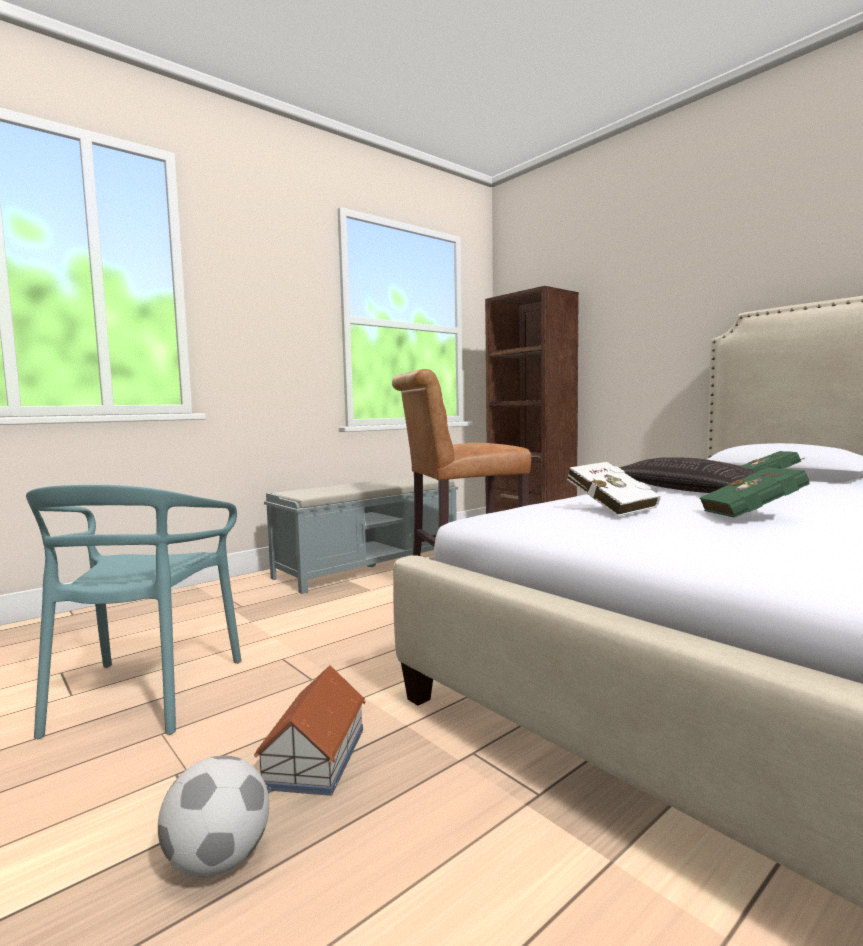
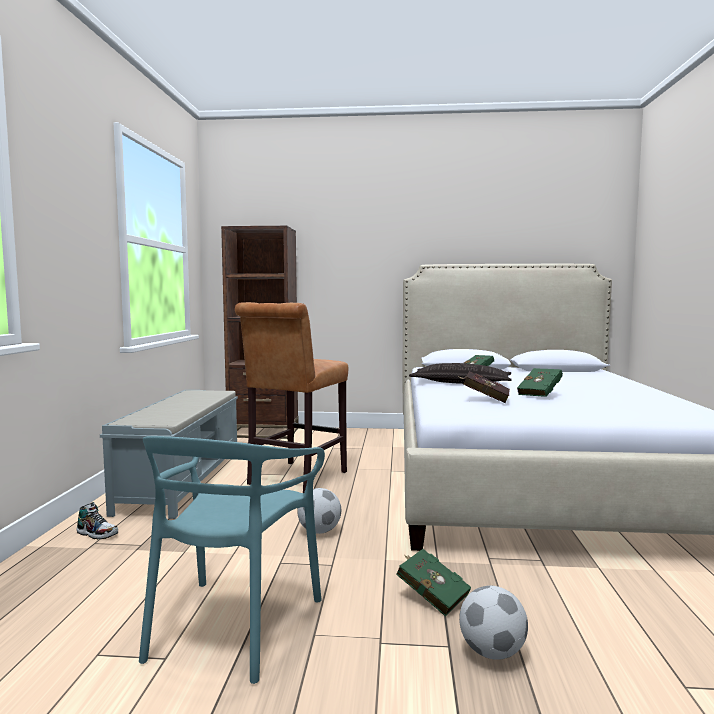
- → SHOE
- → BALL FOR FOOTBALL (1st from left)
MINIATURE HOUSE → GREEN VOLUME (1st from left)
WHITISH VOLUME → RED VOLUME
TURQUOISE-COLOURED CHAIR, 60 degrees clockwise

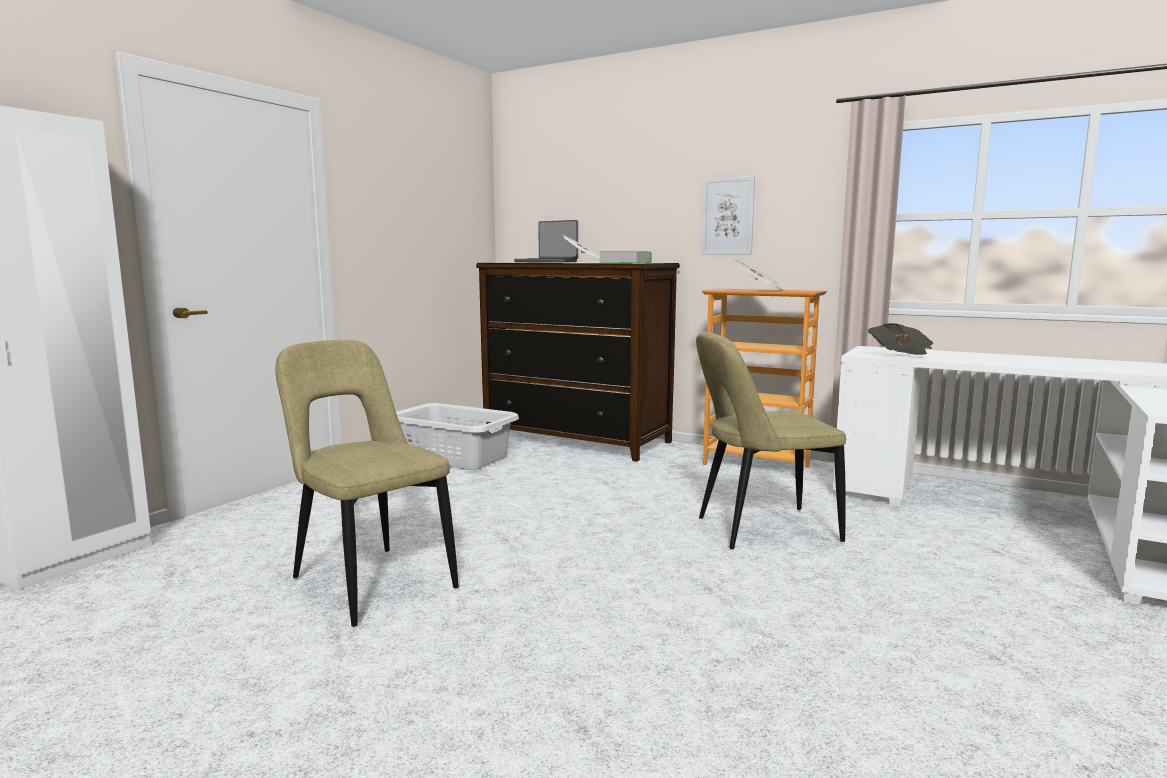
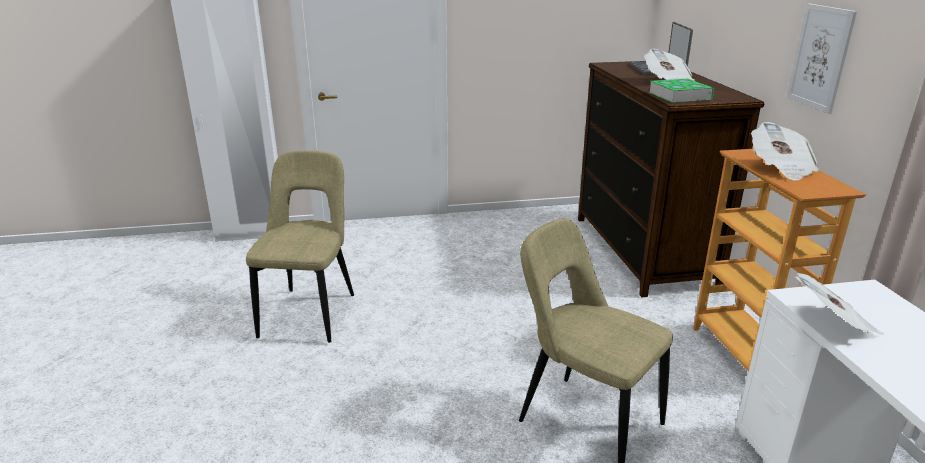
GRAY WASHING BASKET → -

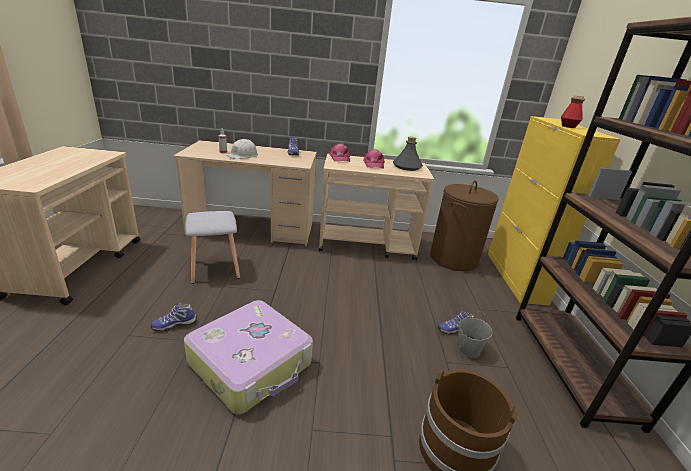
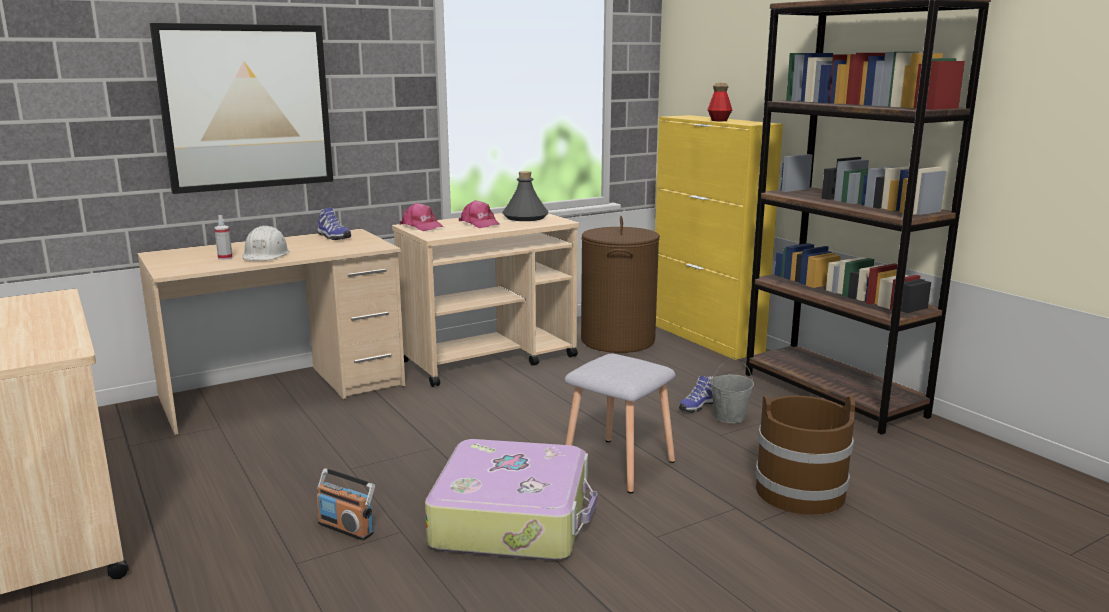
- → PICTURE
GRAY STOOL, moved
SHOE (1st from left) → RADIO

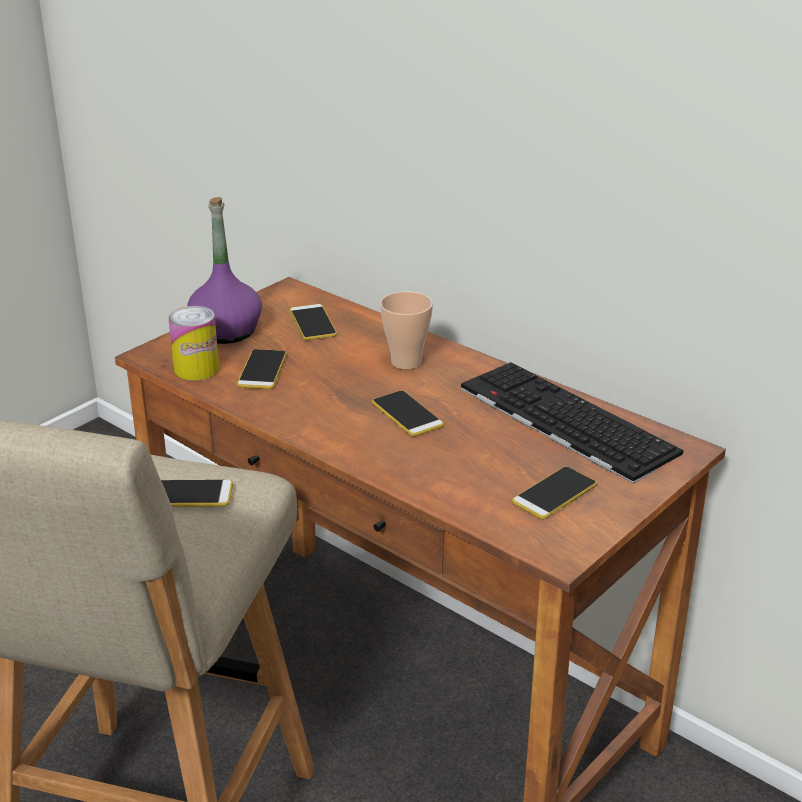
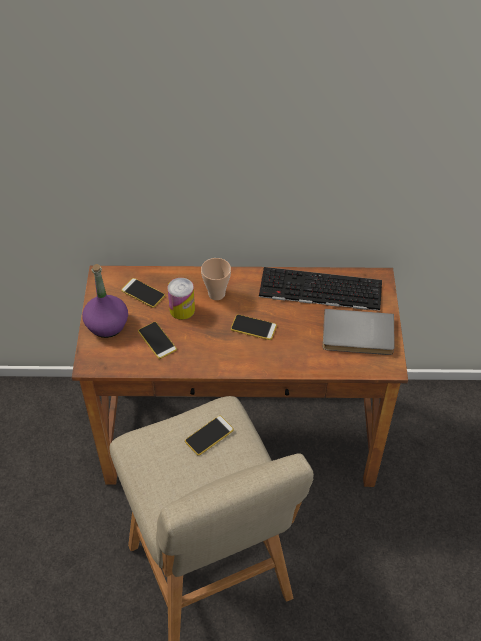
CAN, moved
PHONE (5th from left) → GRAY VOLUME

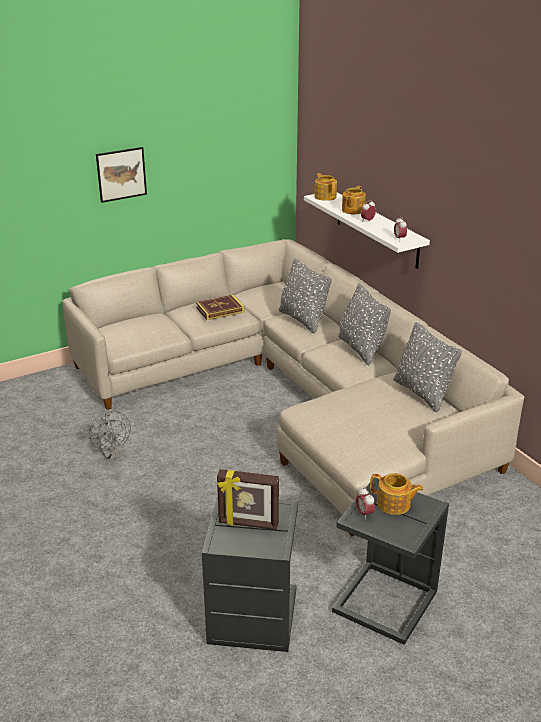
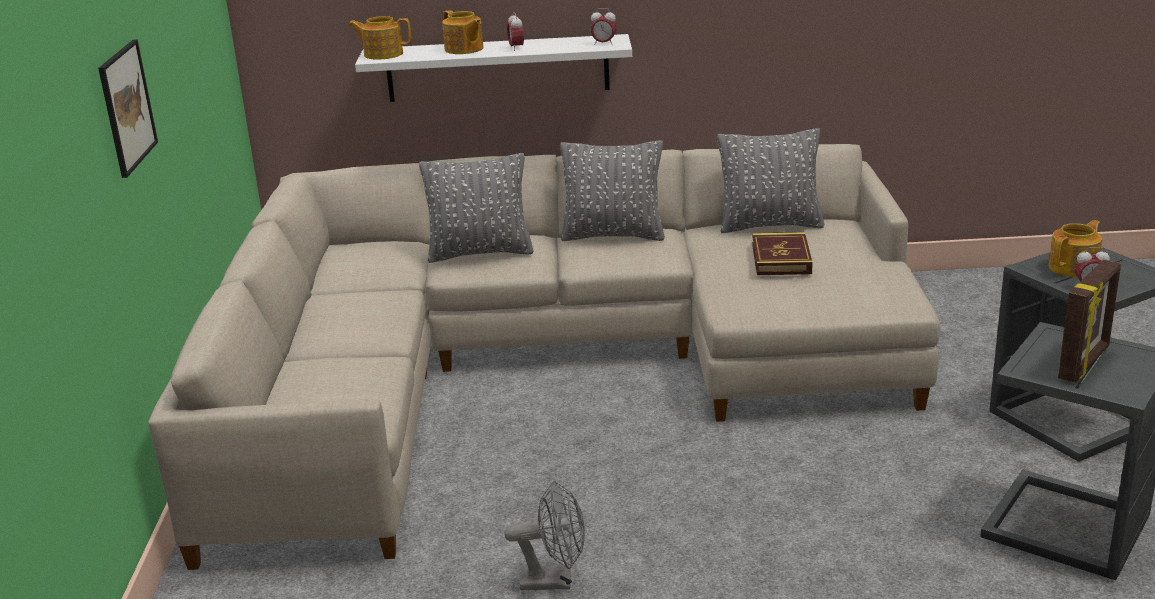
VOLUME, moved

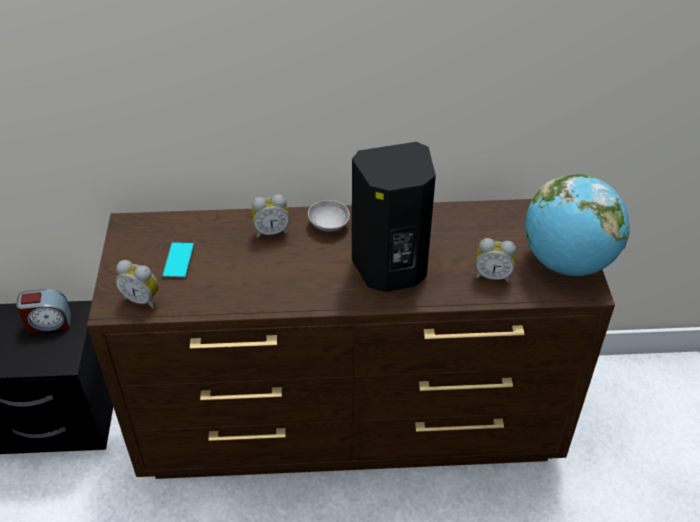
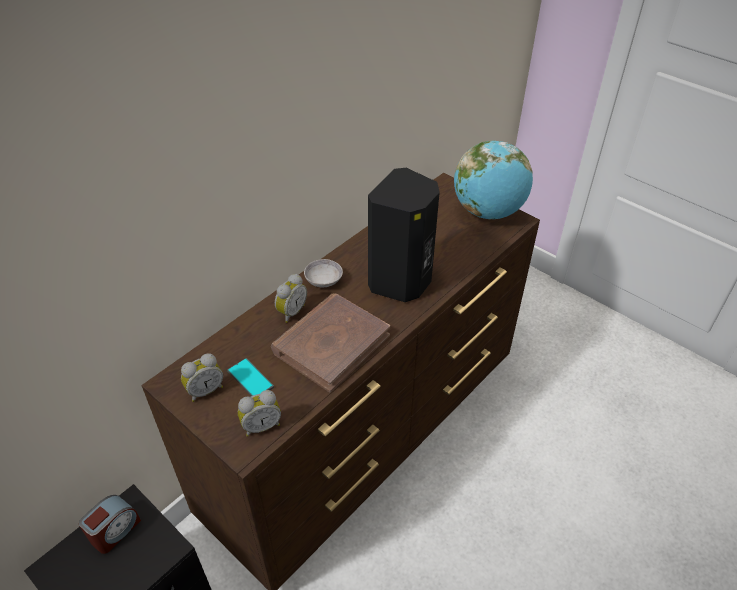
- → BROWNISH VOLUME
ALARM CLOCK (4th from left in the first image) → ALARM CLOCK (2nd from left), moved

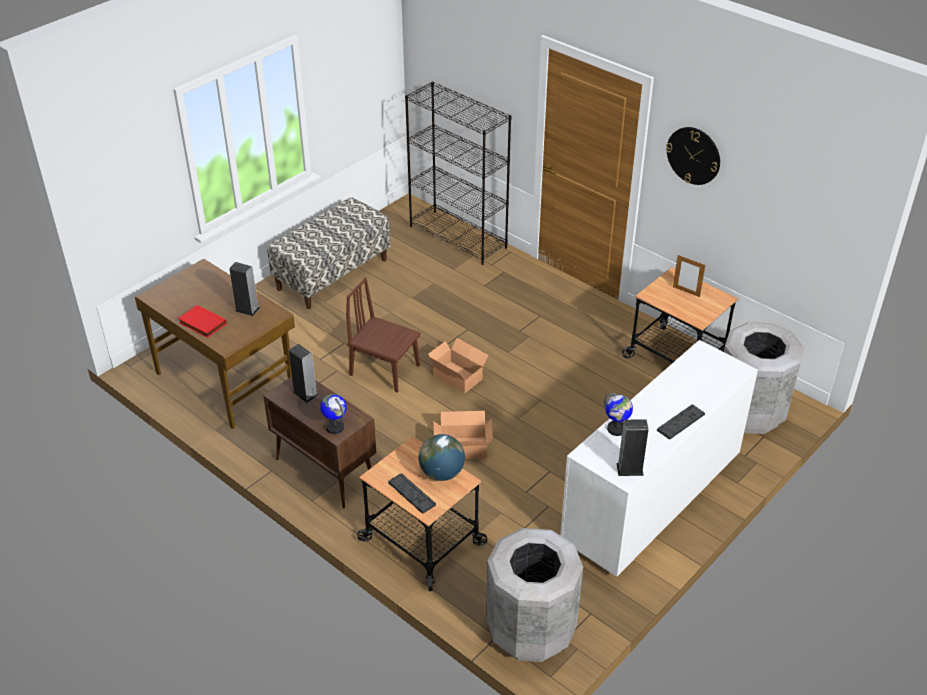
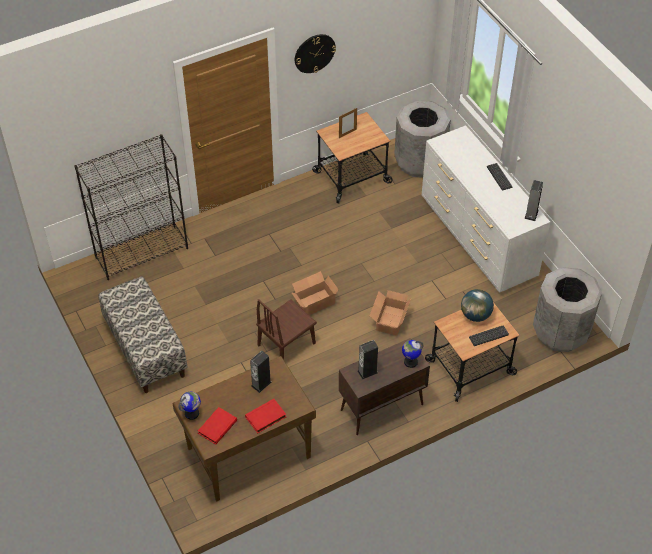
- → RED VOLUME (1st from left)
DESK GLOBE (3rd from left in the first image) → DESK GLOBE (1st from left), moved

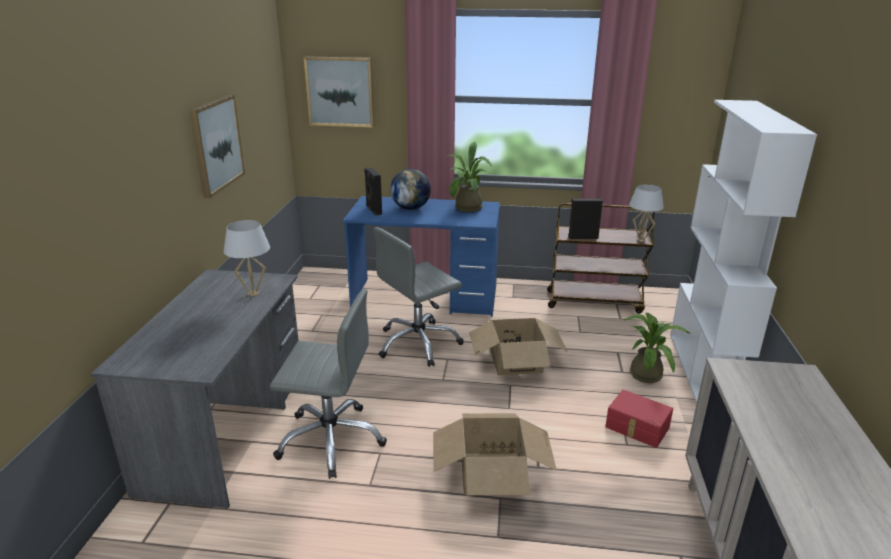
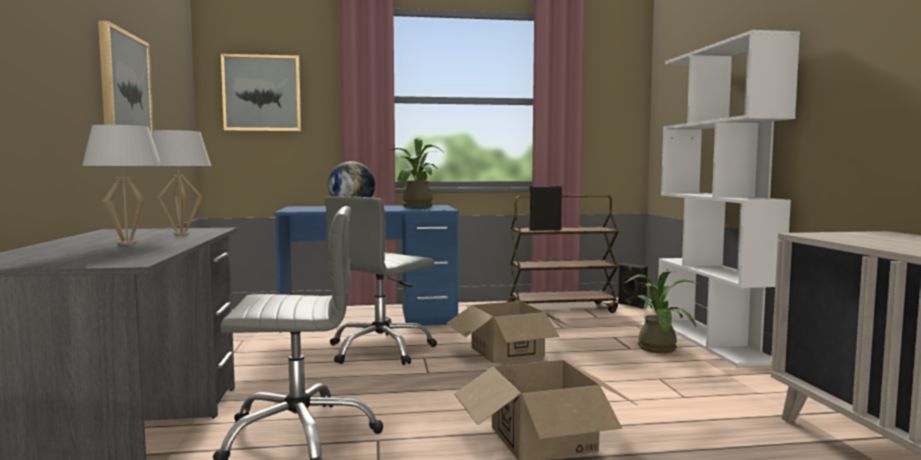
RED STORAGE BIN → -
BLACK LOUDSPEAKER (1st from left in the first image) → BLACK LOUDSPEAKER (2nd from left), moved
WHITISH TABLETOP LAMP (2nd from left in the first image) → WHITISH TABLETOP LAMP (1st from left), moved

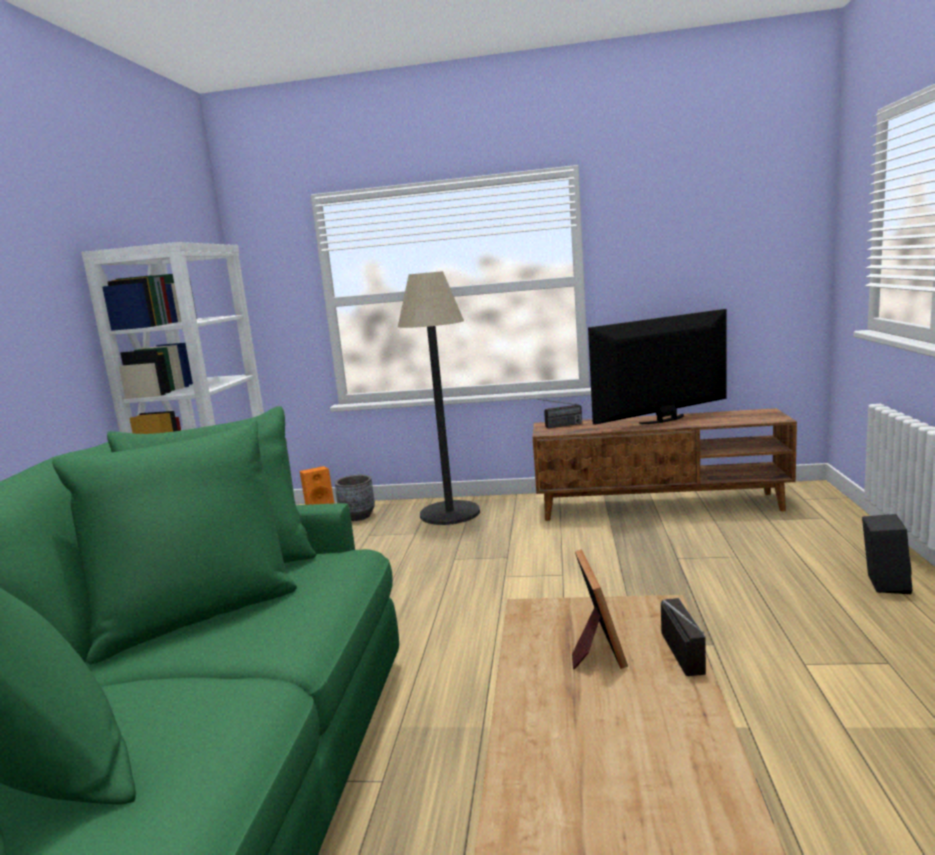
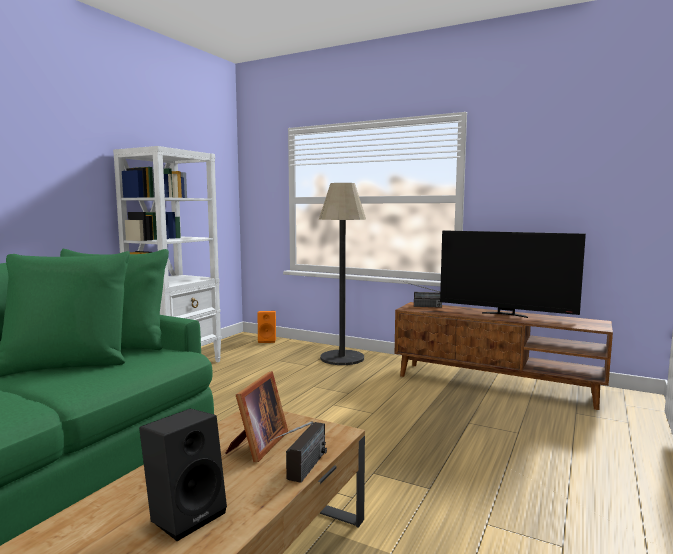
GRAY FLOWER POT → -
BLACK LOUDSPEAKER, moved
TV SET, 150 degrees counterclockwise

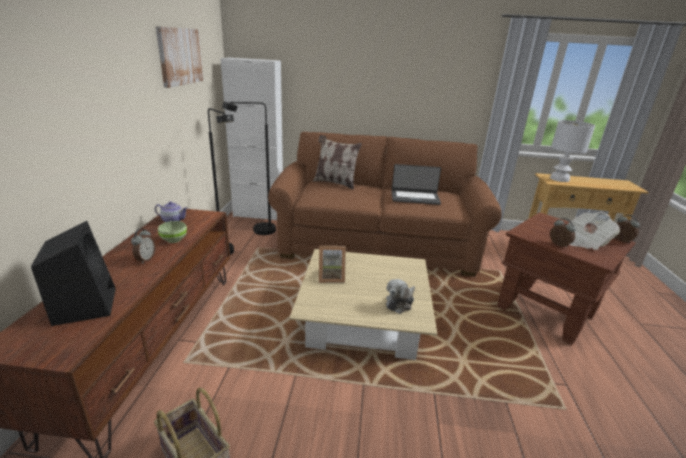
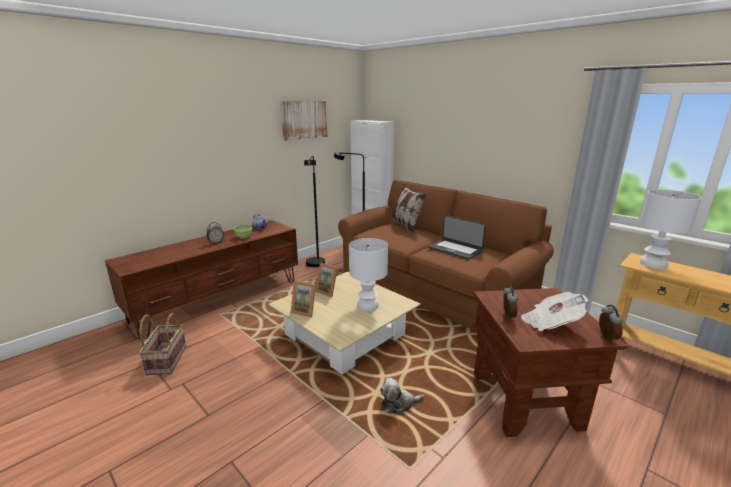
BLACK LOUDSPEAKER → -
- → PHOTO FRAME (1st from left)
- → WHITISH TABLETOP LAMP (1st from left)
PLUSH TOY, moved

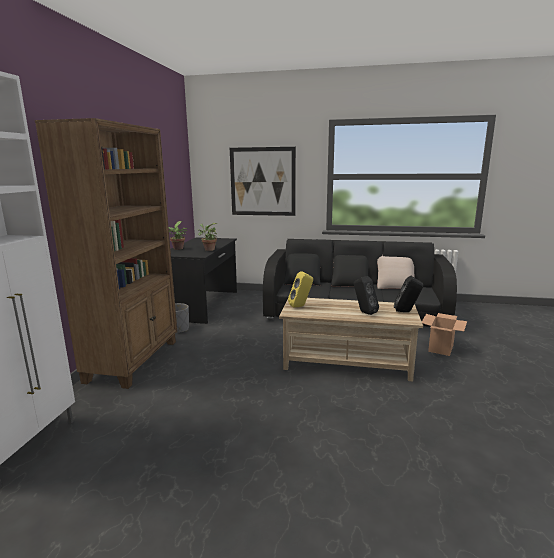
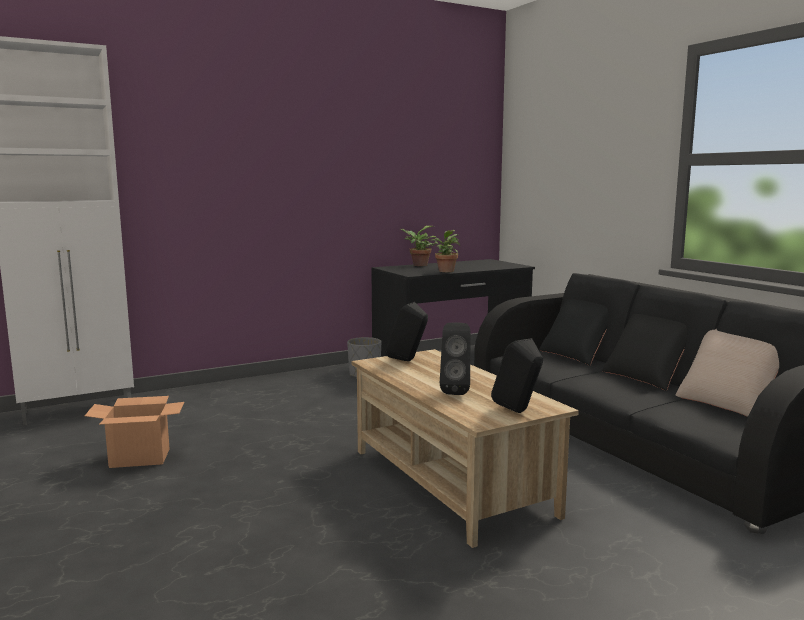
BROWNISH BOOKCASE → -
PICTURE → -
CARDBOARD BOX, moved
YELLOW LOUDSPEAKER → BLACK LOUDSPEAKER (1st from left)

